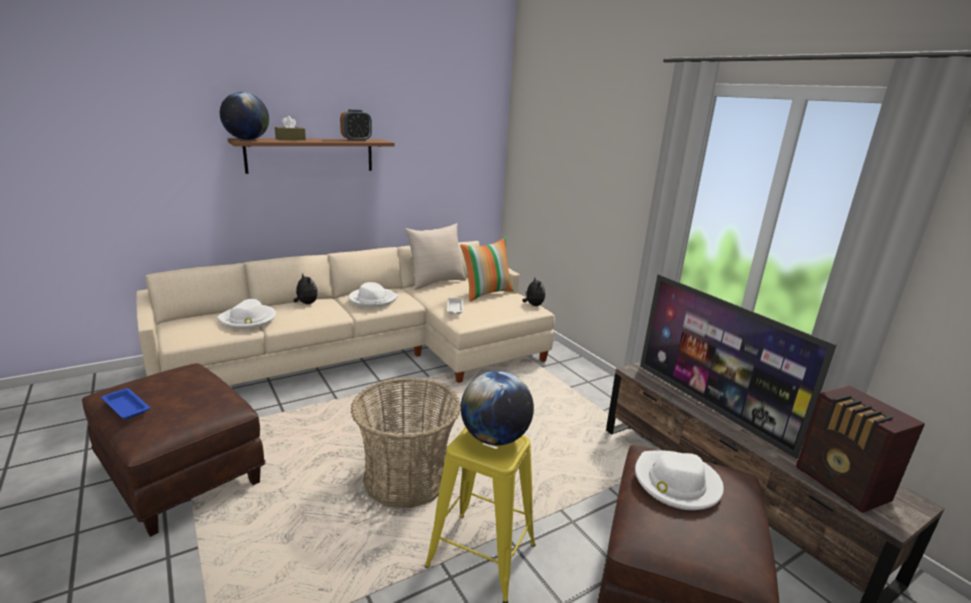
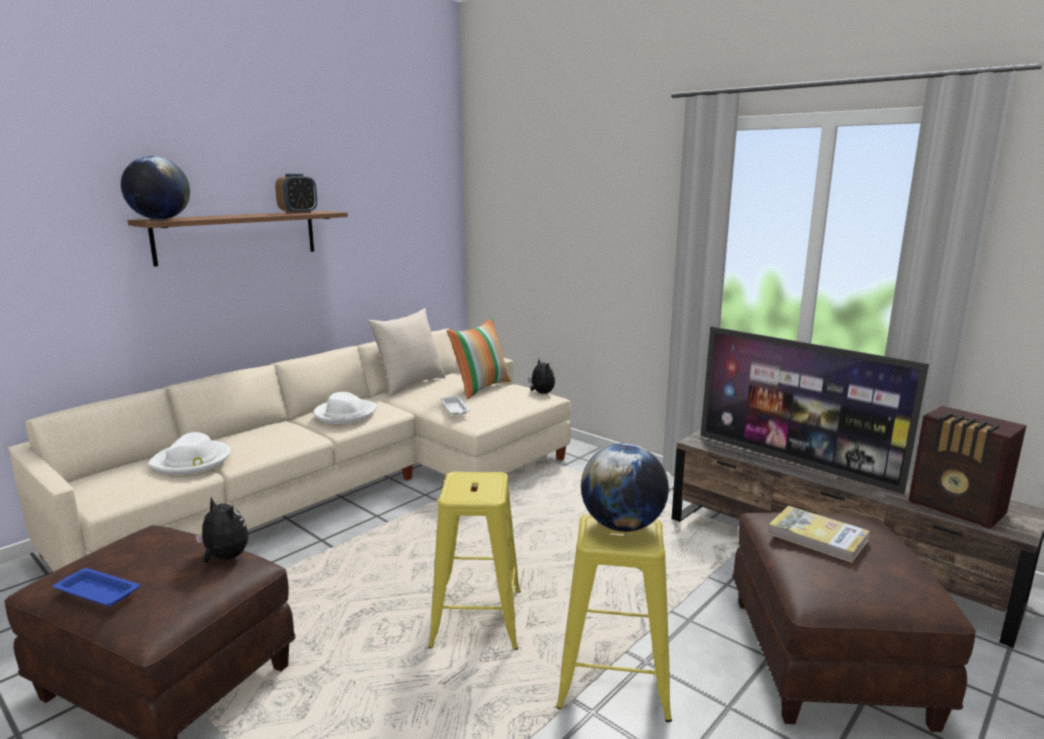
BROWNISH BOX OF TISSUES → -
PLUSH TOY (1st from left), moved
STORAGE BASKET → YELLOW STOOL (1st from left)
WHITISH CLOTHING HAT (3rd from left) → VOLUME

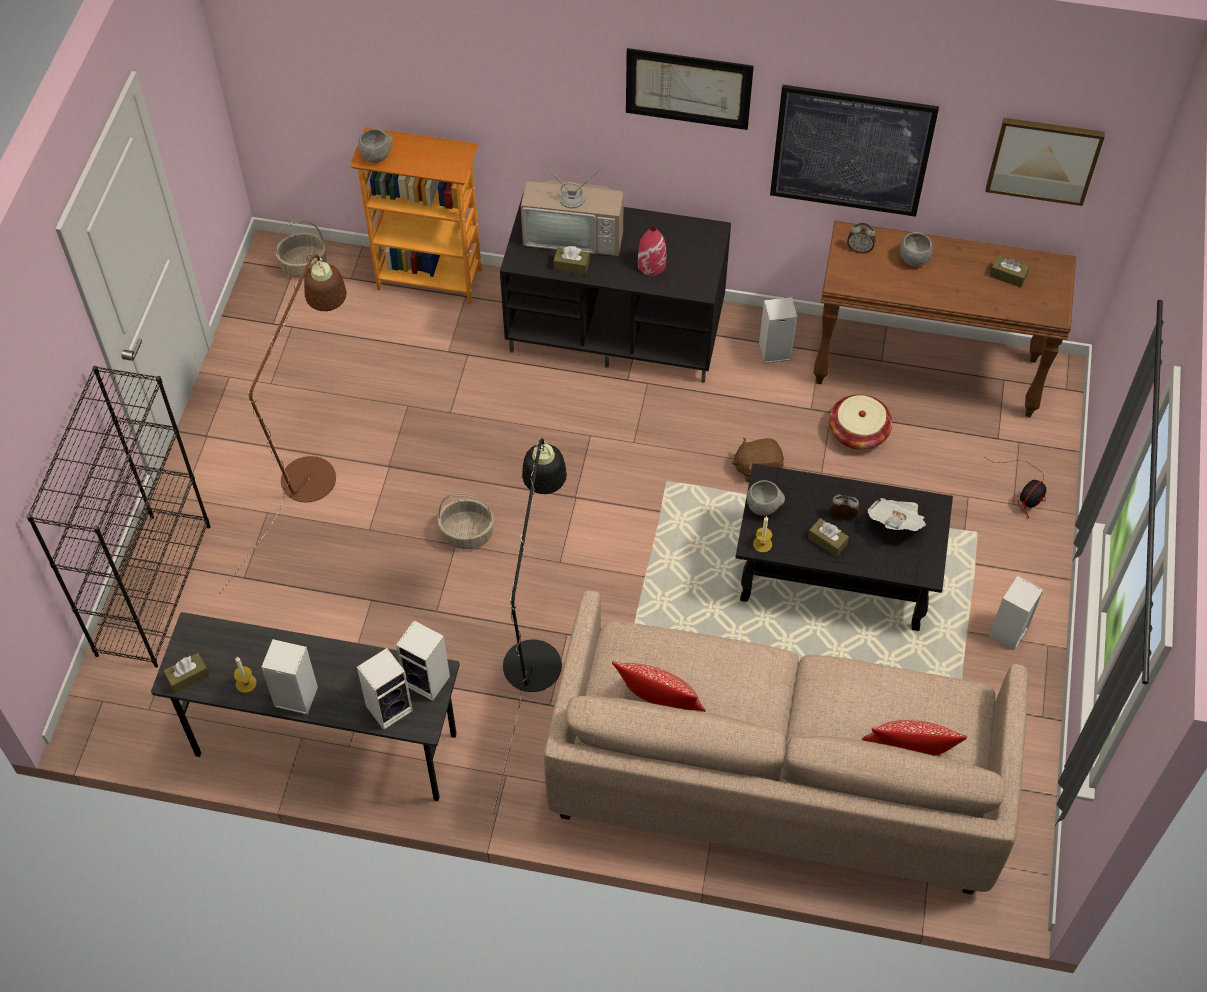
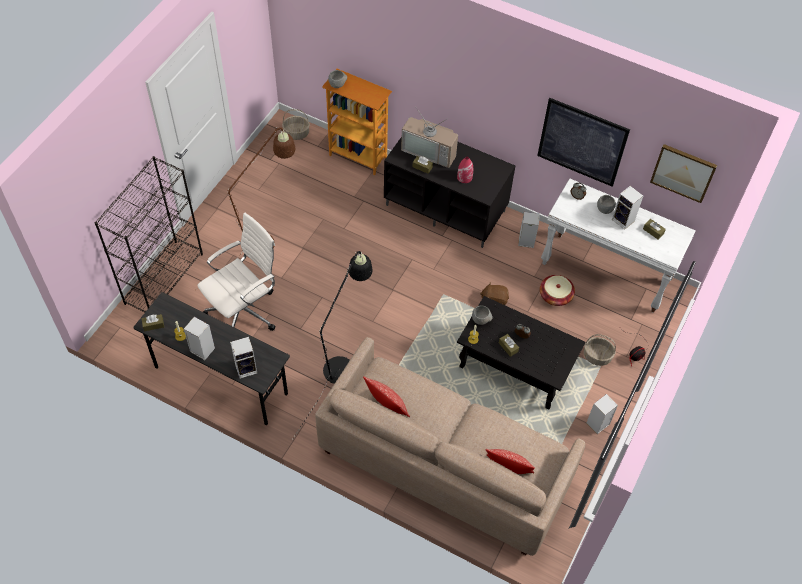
PICTURE (1st from left) → -
DAILY PAPER → -
- → WHITISH OFFICE CHAIR
LOUDSPEAKER (3rd from left in the first image) → LOUDSPEAKER (5th from left), moved
STORAGE BASKET (2nd from left in the first image) → STORAGE BASKET (3rd from left), moved
BROWNISH CONSOLE TABLE → WHITISH CONSOLE TABLE

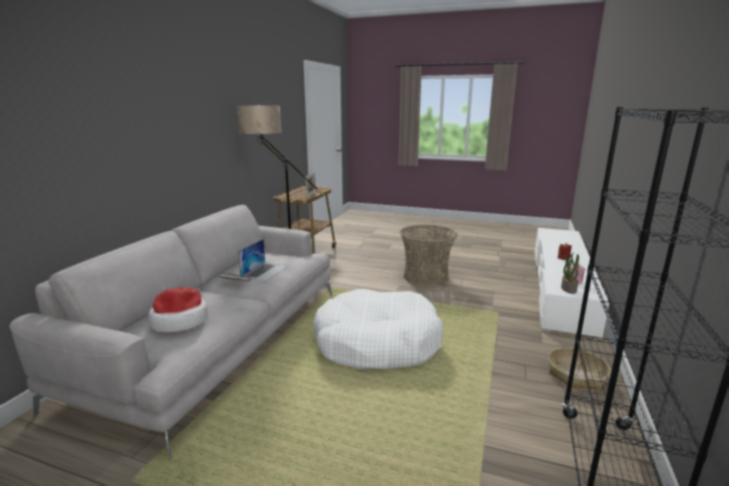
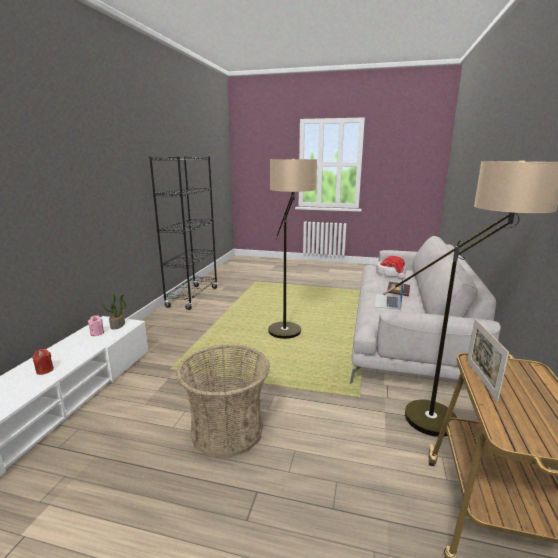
STORAGE BASKET (2nd from left) → -
WHITISH DOG CUSHION → FLOOR LAMP (1st from left)

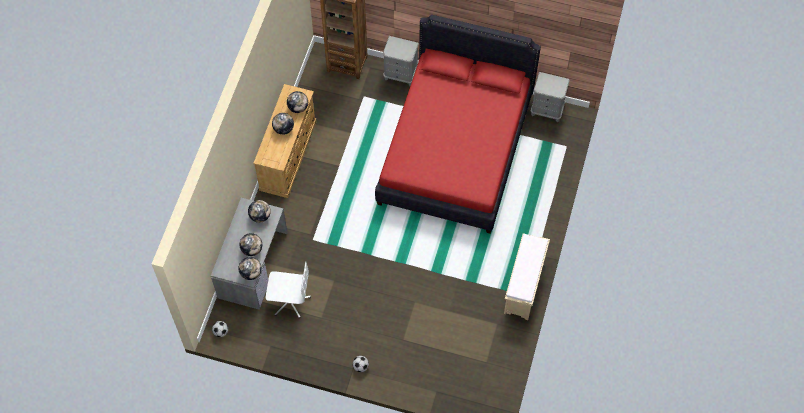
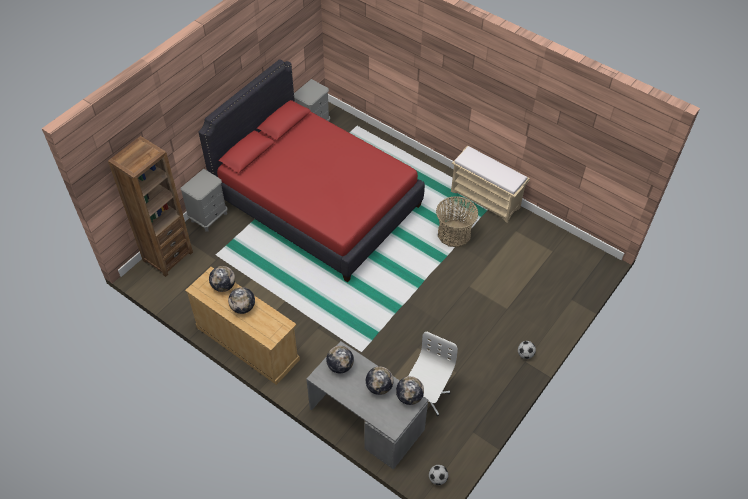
- → STORAGE BASKET

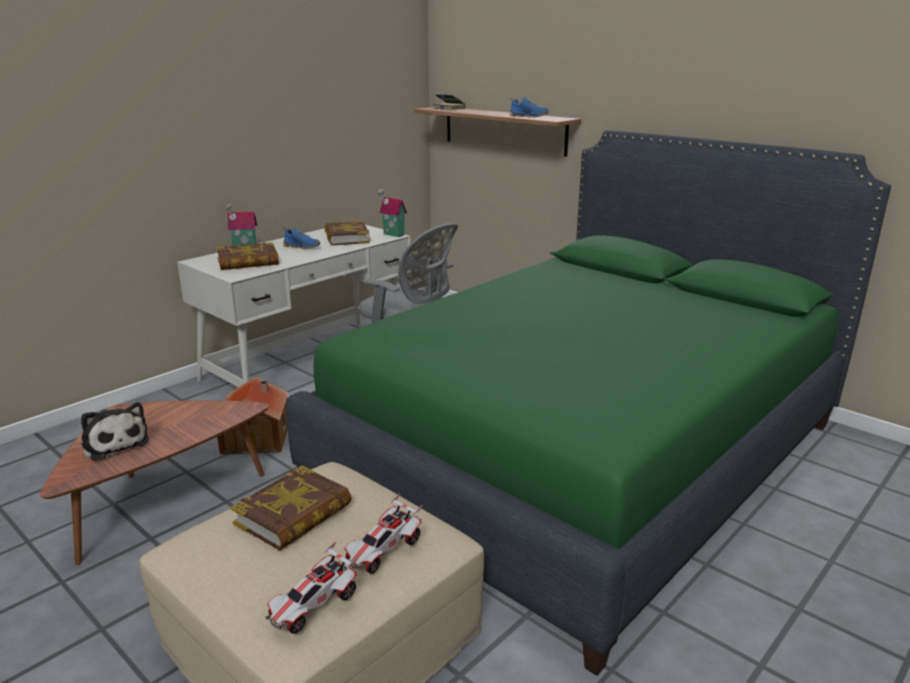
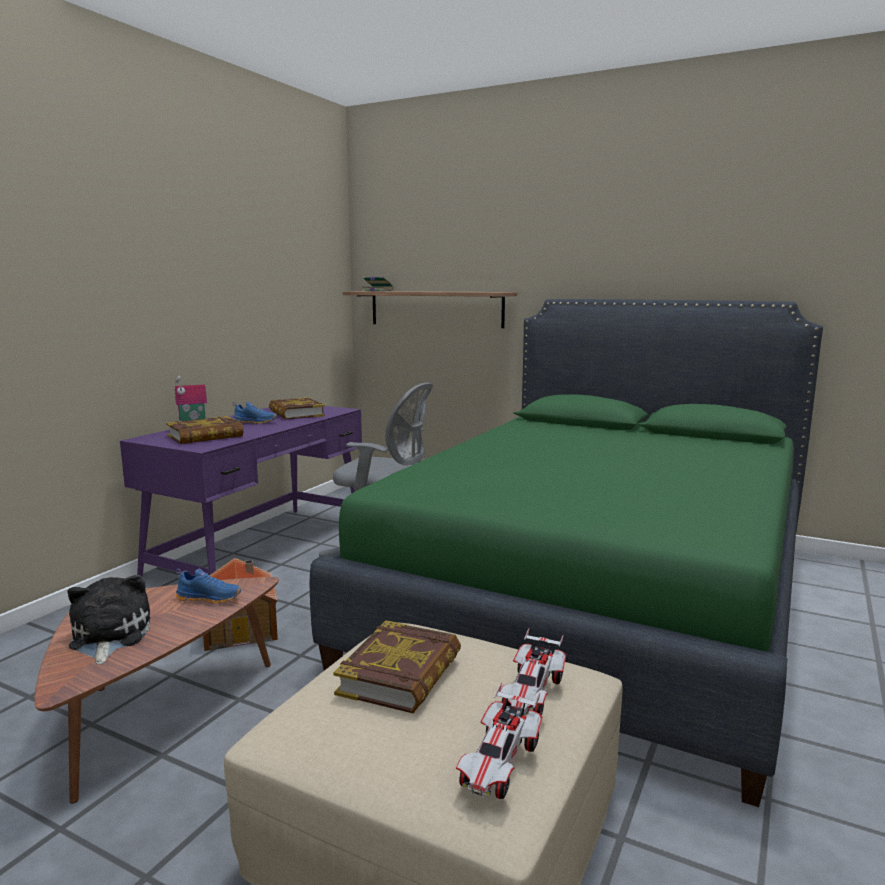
MINIATURE HOUSE (3rd from left) → -
BLUE-COLOURED SHOE (2nd from left in the first image) → BLUE-COLOURED SHOE (1st from left), moved
WHITISH DESK → PURPLE DESK
PLUSH TOY, 135 degrees counterclockwise

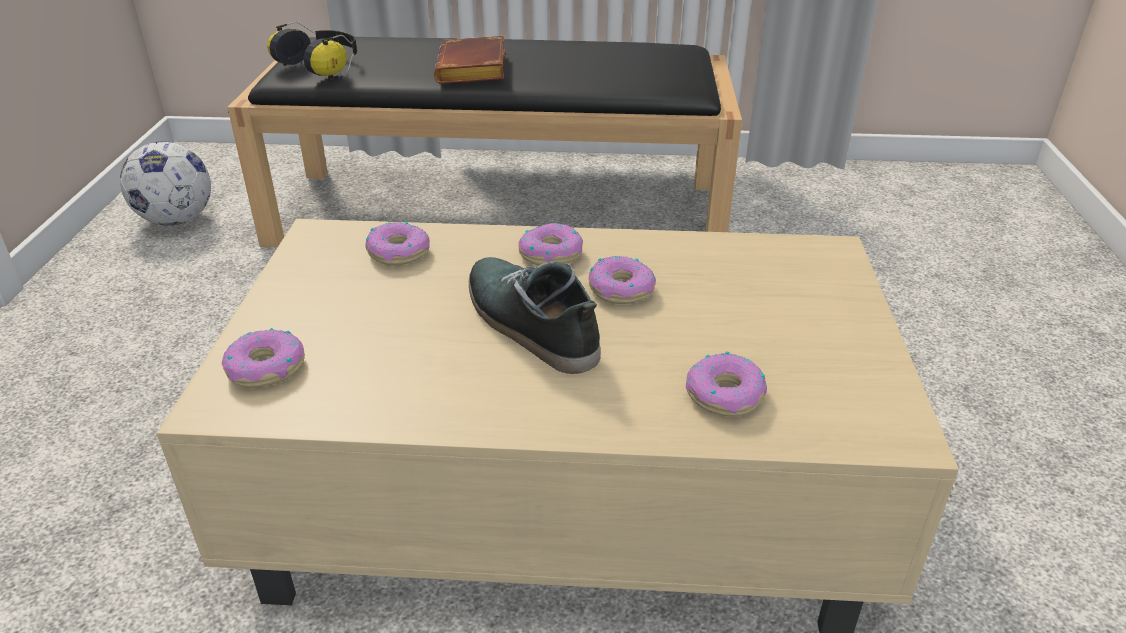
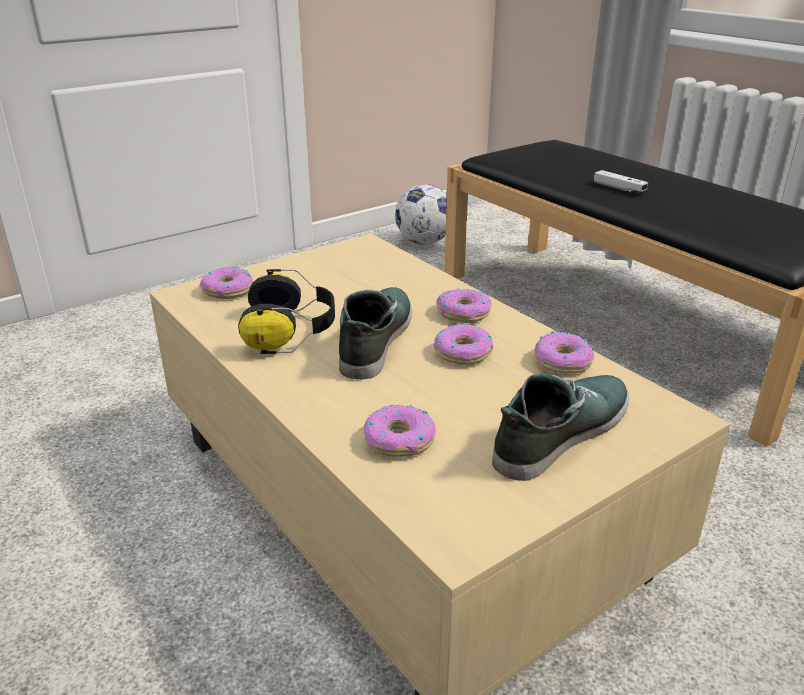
- → SHOE (2nd from left)
HEADSET, moved
RING DOUGHNUT (2nd from left in the first image) → RING DOUGHNUT (5th from left), moved
BROWNISH VOLUME → WHITISH JOYPAD

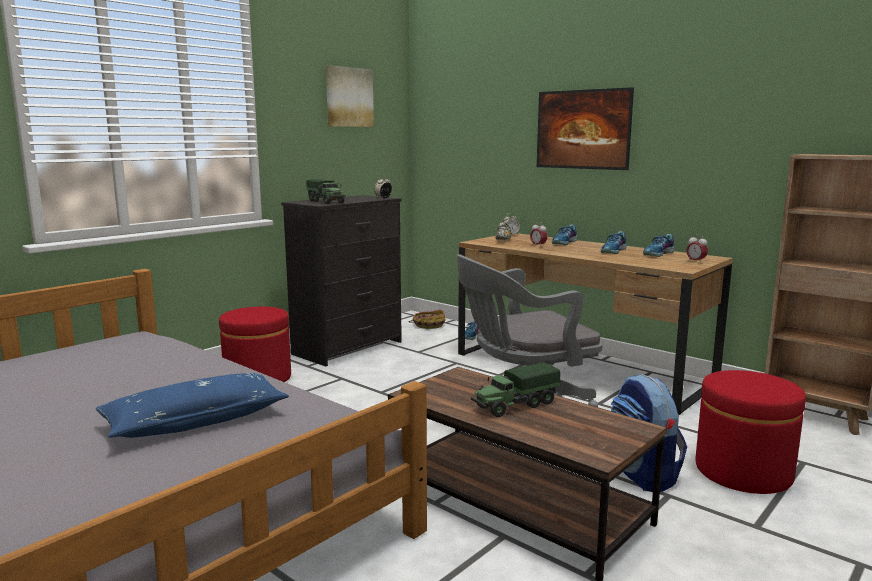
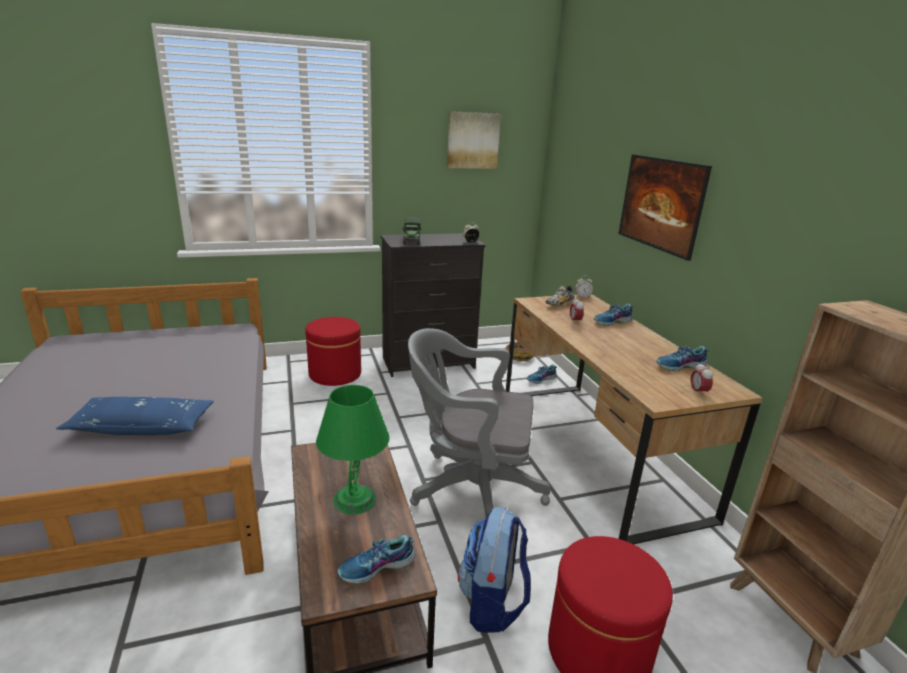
SHOE (4th from left in the first image) → SHOE (1st from left), moved
MODEL TRUCK (2nd from left) → GREEN TABLETOP LAMP

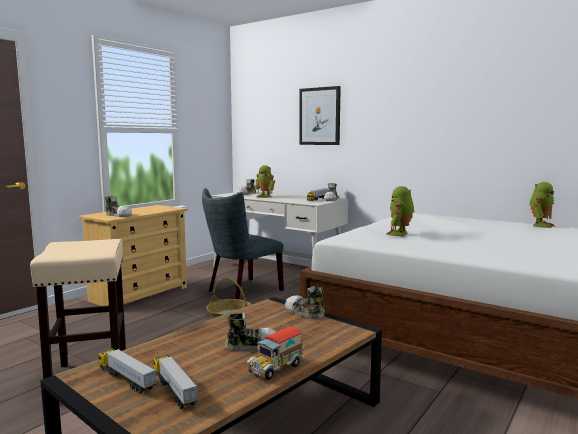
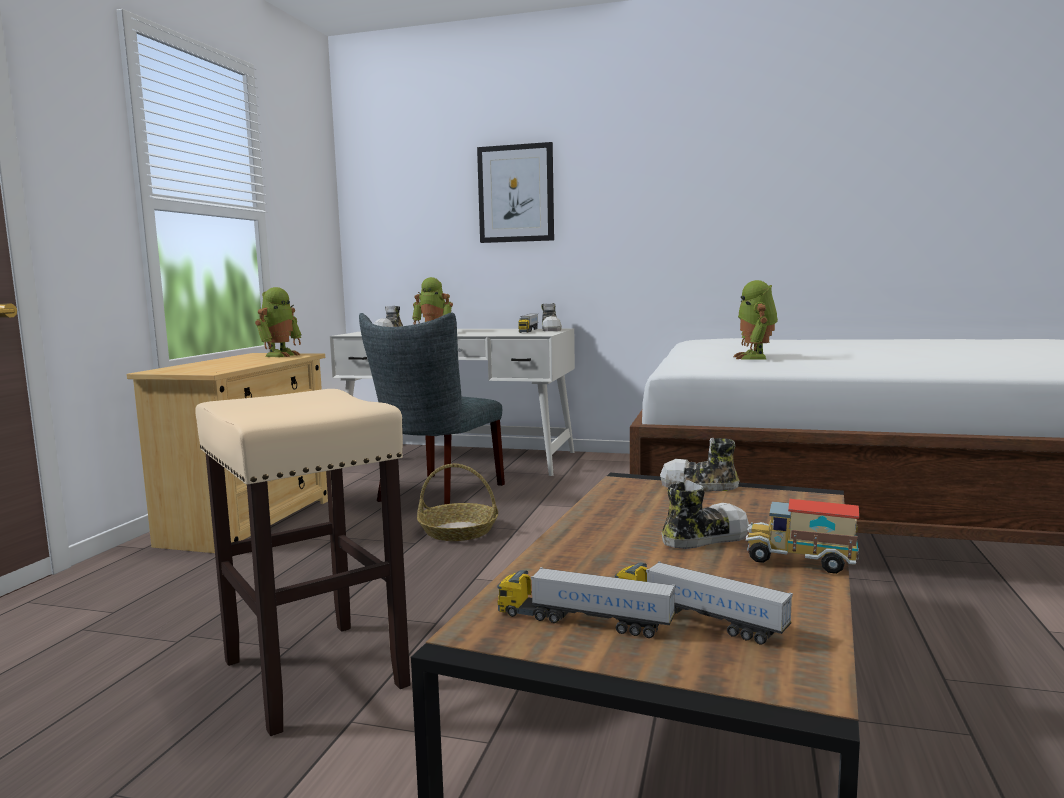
SHOE (1st from left) → -
ROBOT FIGURE (3rd from left in the first image) → ROBOT FIGURE (1st from left), moved
MODEL TRUCK (3rd from left in the first image) → MODEL TRUCK (4th from left), 90 degrees clockwise

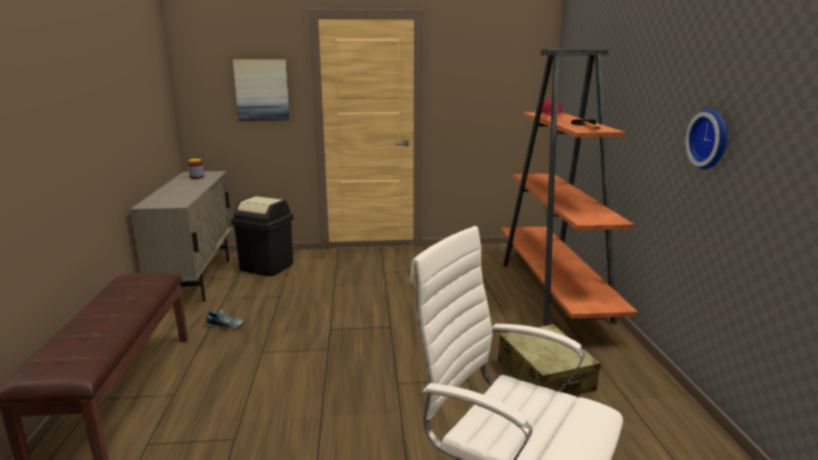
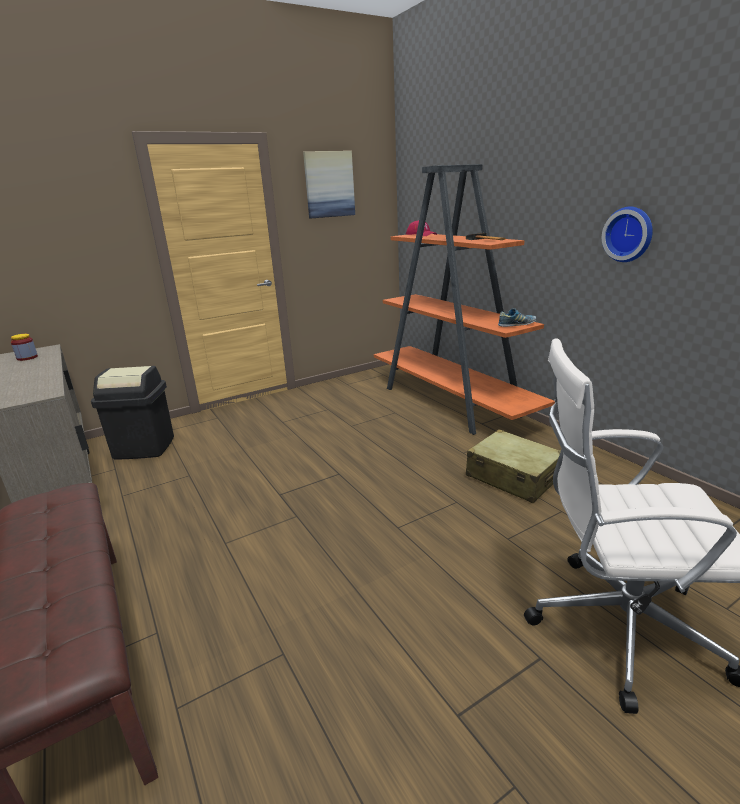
SHOE, moved
PICTURE, moved

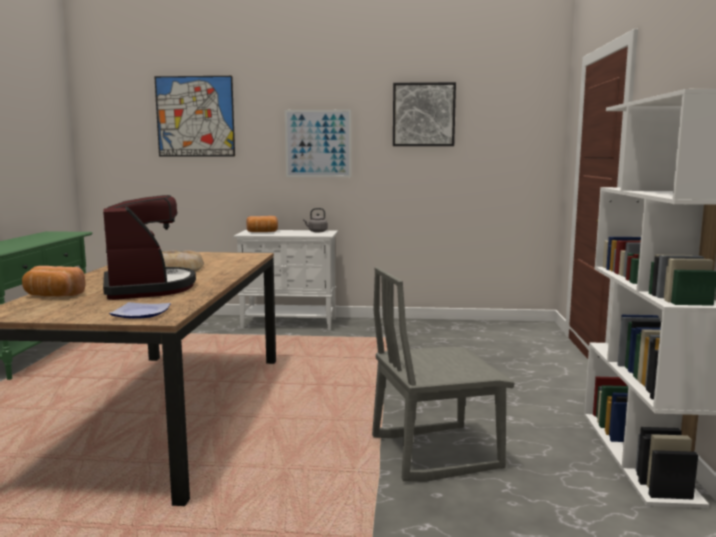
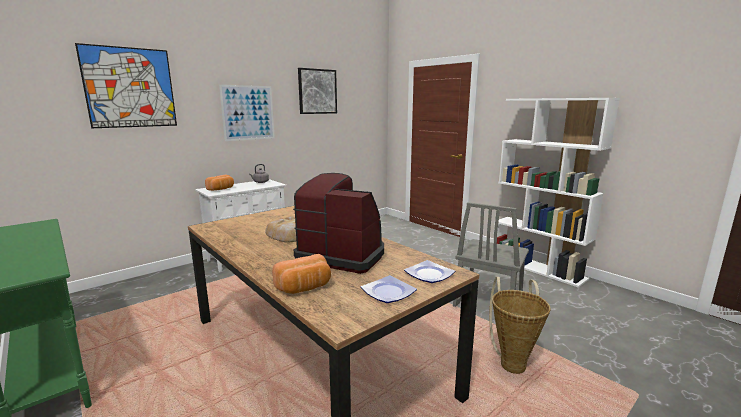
- → PLATE (1st from left)
- → STORAGE BASKET

